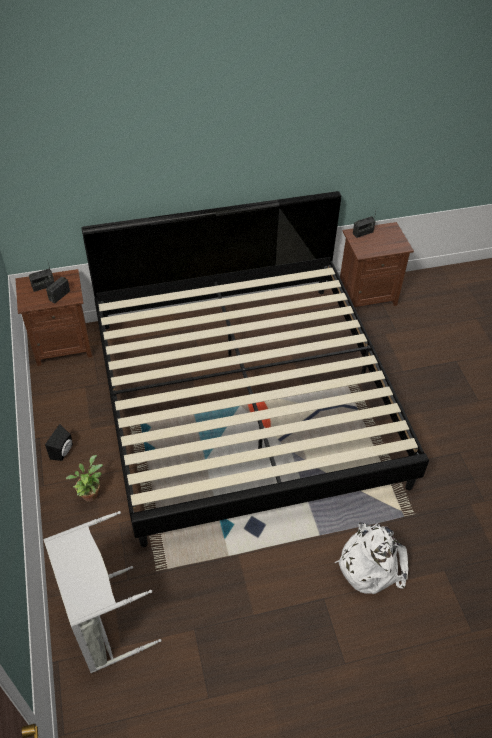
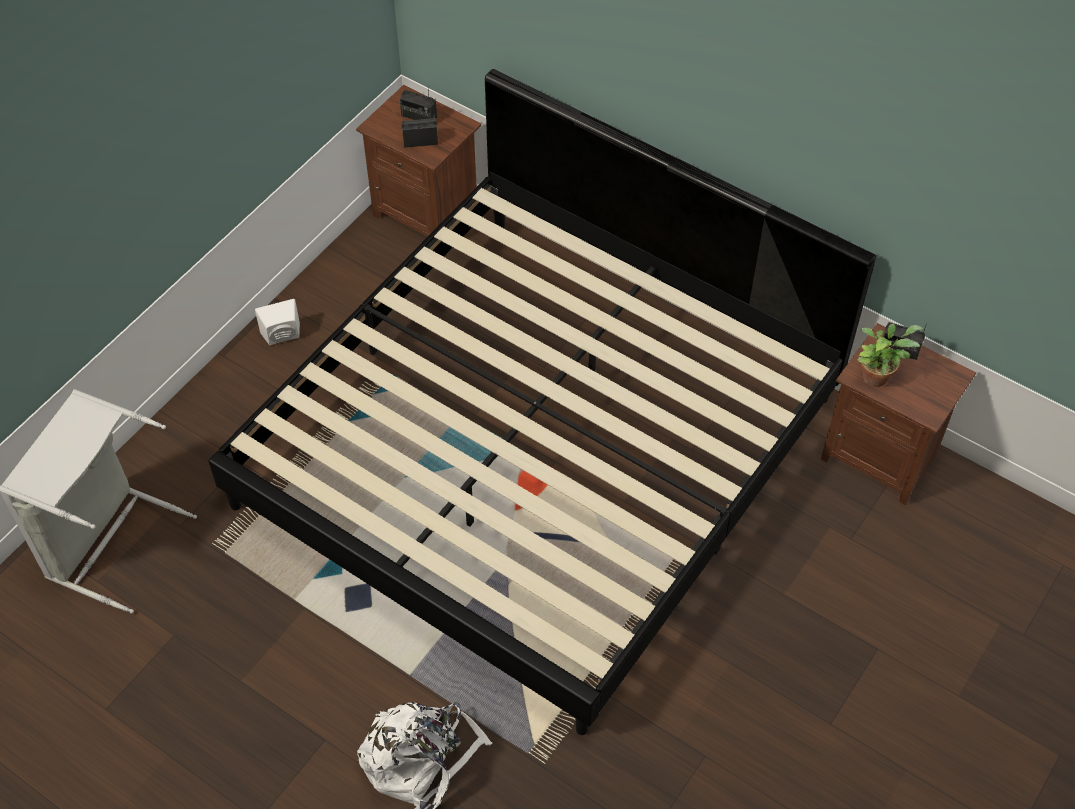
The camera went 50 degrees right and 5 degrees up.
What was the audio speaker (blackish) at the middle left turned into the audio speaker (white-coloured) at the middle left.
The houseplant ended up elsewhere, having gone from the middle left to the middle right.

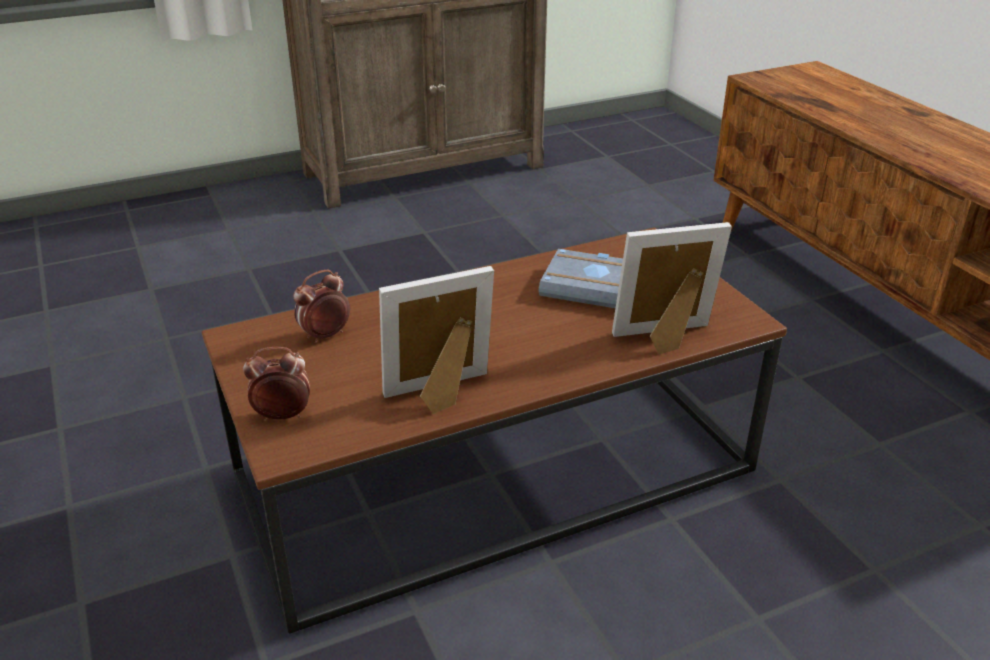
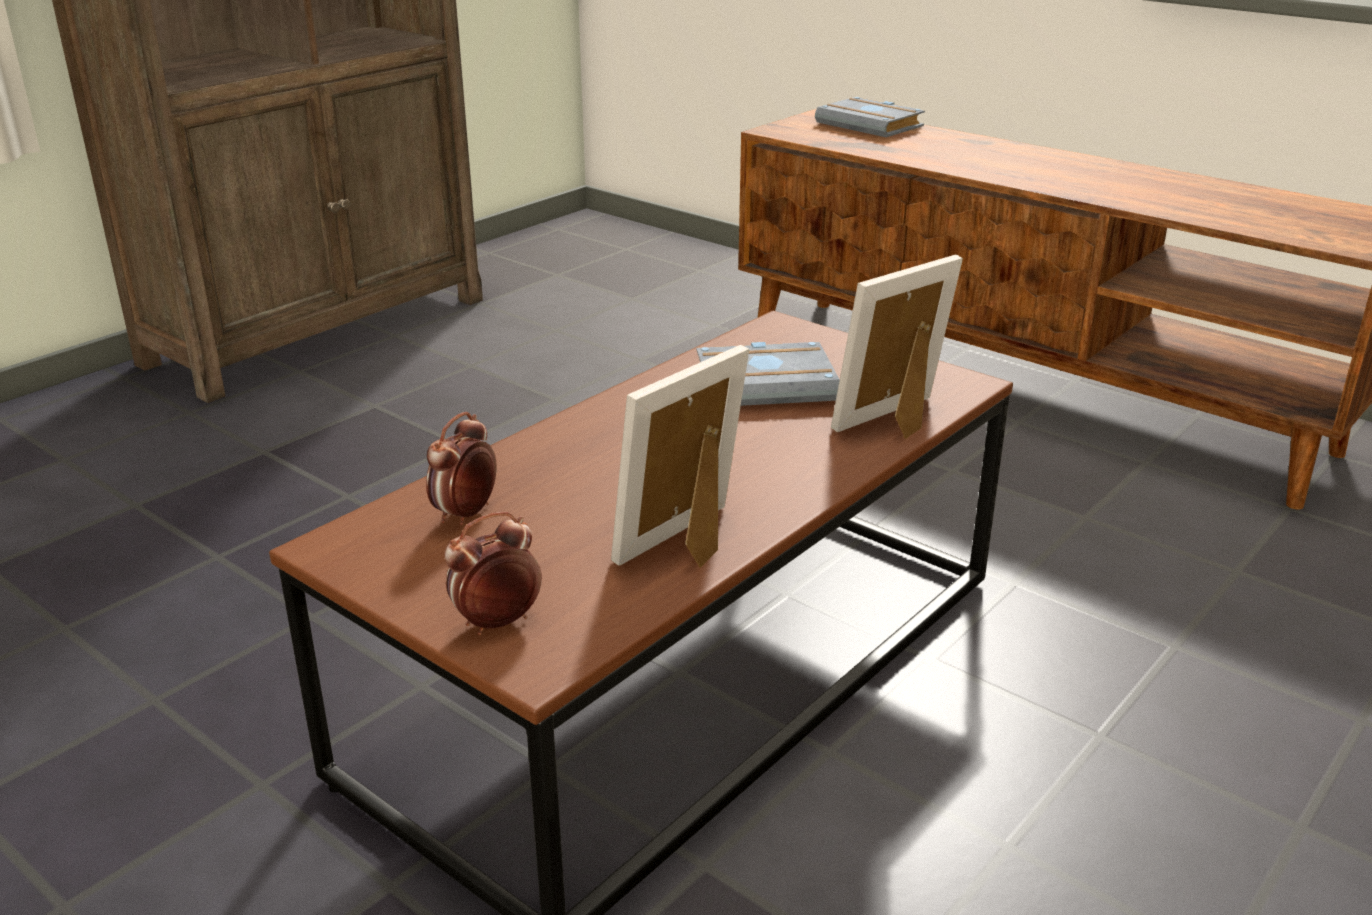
The camera went 25 degrees left and 5 degrees down.
The second view gained the book (greyish) (no. 2 from left) at the top centre.

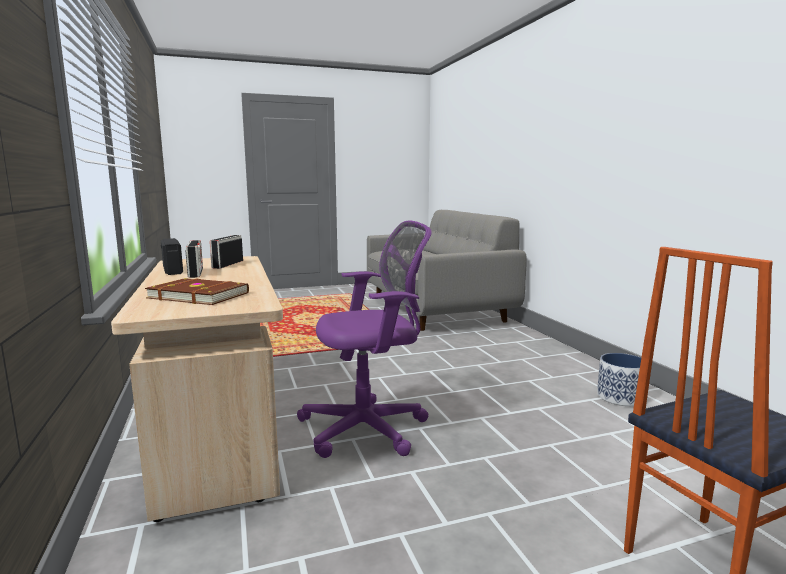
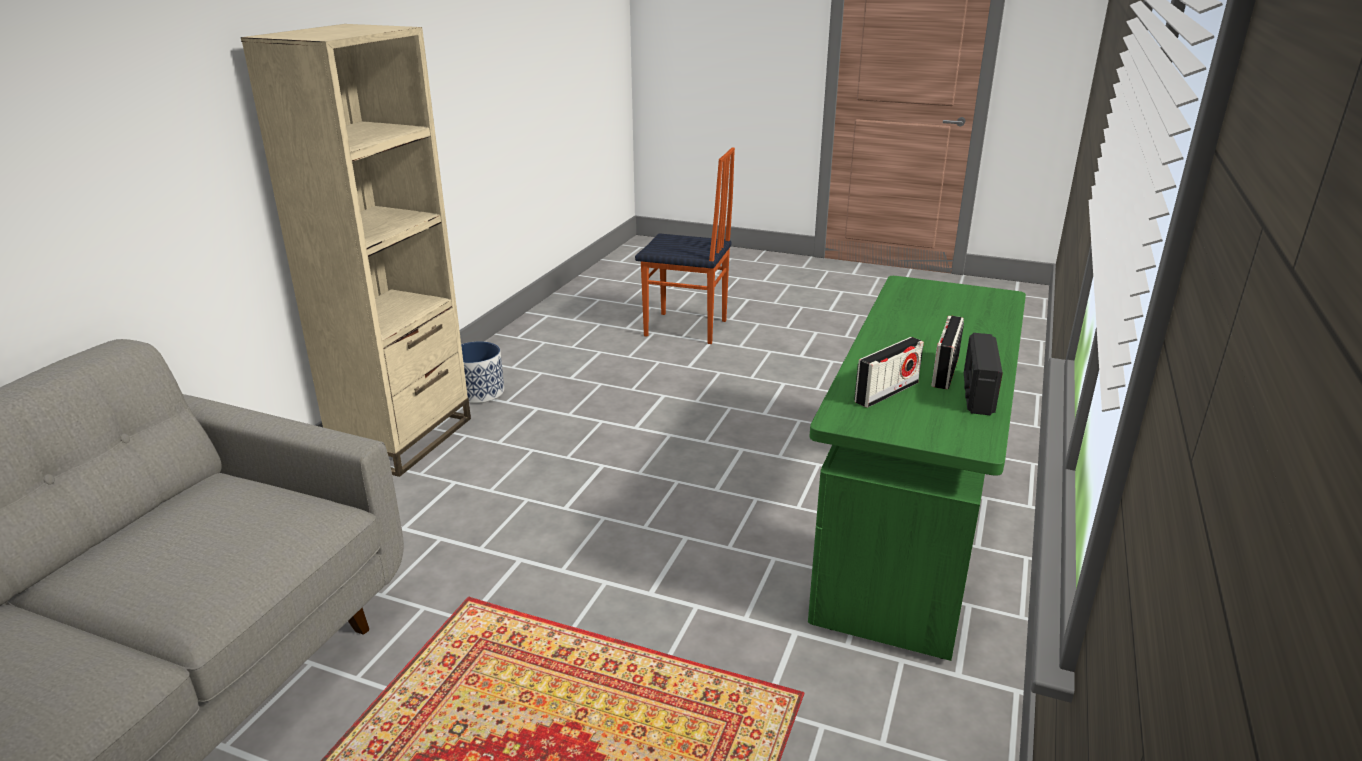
The camera went 140 degrees left and 15 degrees up.
The second view lost the office chair (purple) at the centre.
What was the desk unit (beige) at the bottom left turned into the desk unit (green-coloured) at the middle right.
The second view lost the book (brown) at the middle left.
The second view gained the bookshelf (beige) at the top left.

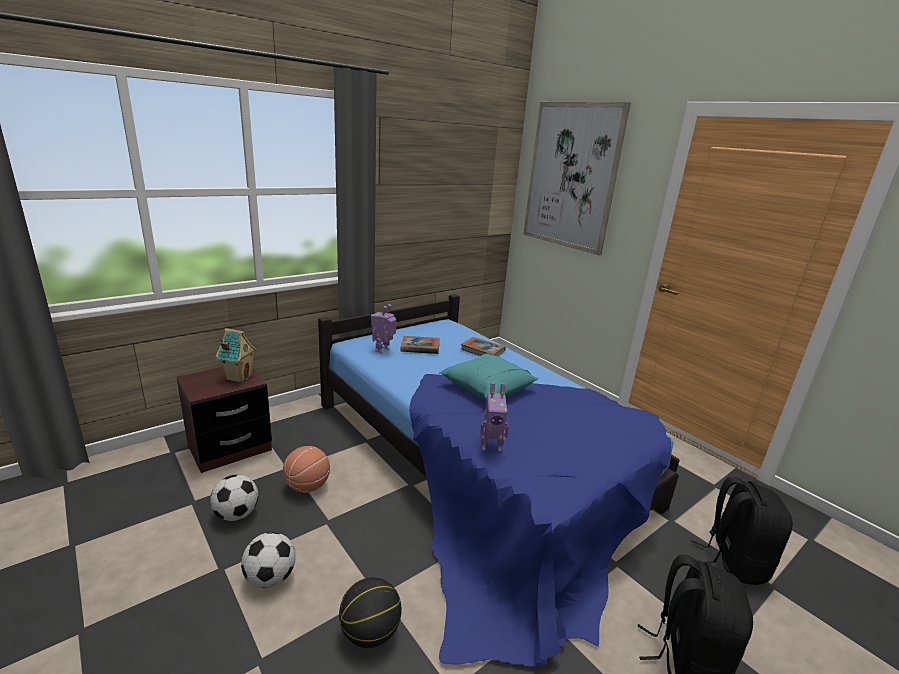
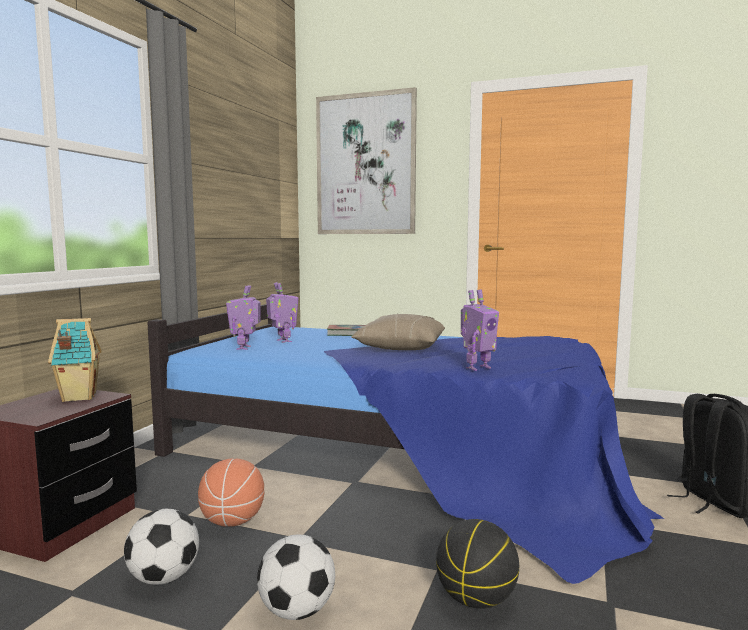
The camera went 30 degrees left and 15 degrees down.
Where the book (no. 1 from left) stood at the centre, the model robot (no. 2 from left) came to stand at the centre.
What was the throw pillow (blue-green) at the centre turned into the throw pillow (beige) at the centre.
The second view lost the backpack (blackish) (no. 2 from left) at the bottom right.

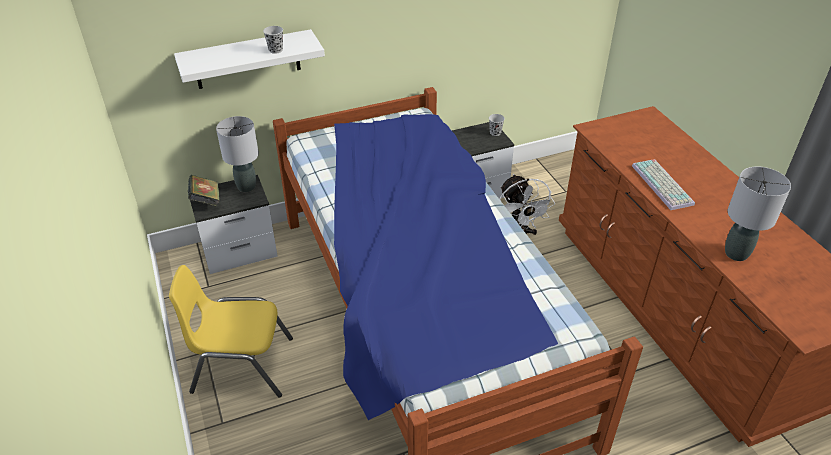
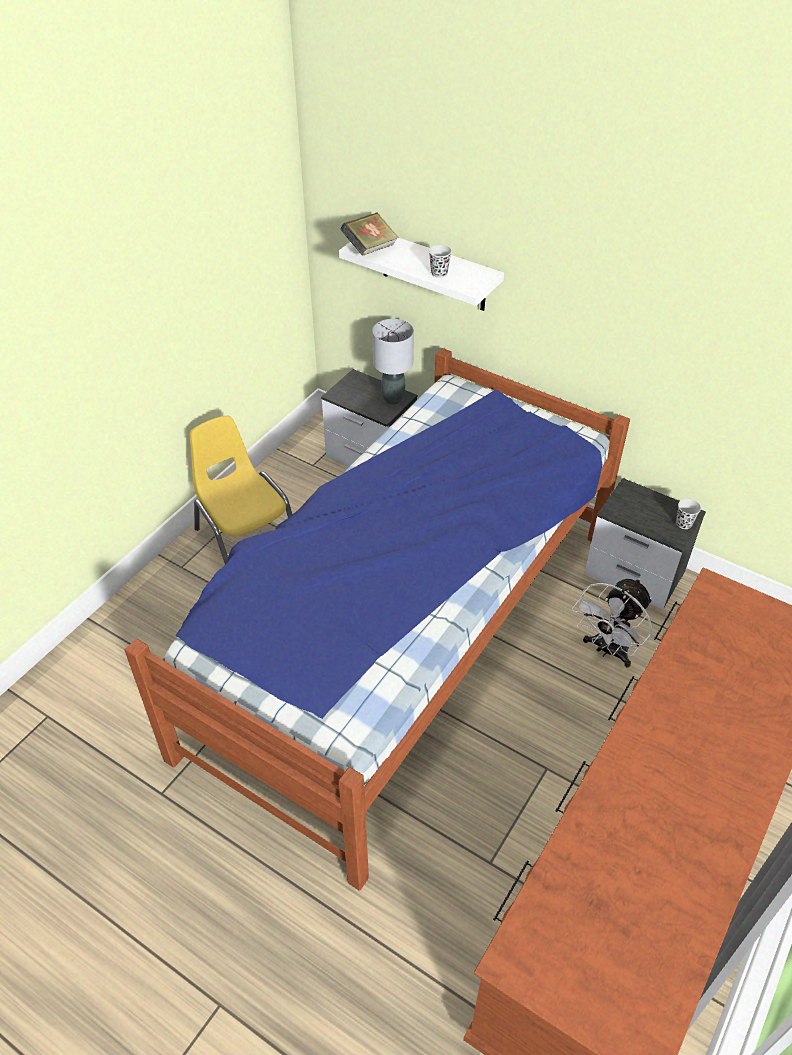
The camera went 55 degrees right and 5 degrees up.
The second view lost the PC keyboard at the middle right.
The second view lost the tabletop lamp (greyish) (no. 2 from left) at the middle right.
The book ended up elsewhere, having gone from the middle left to the top centre.

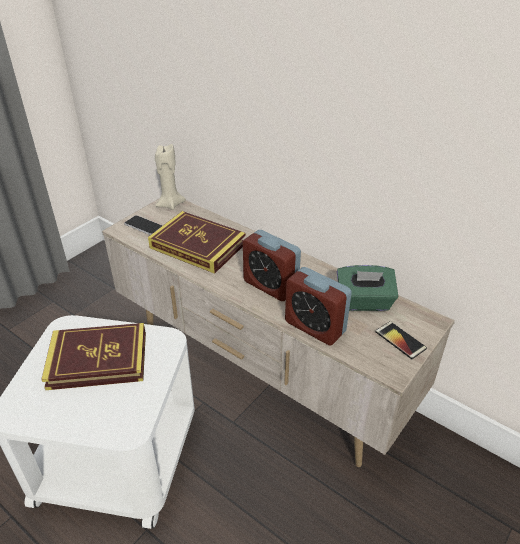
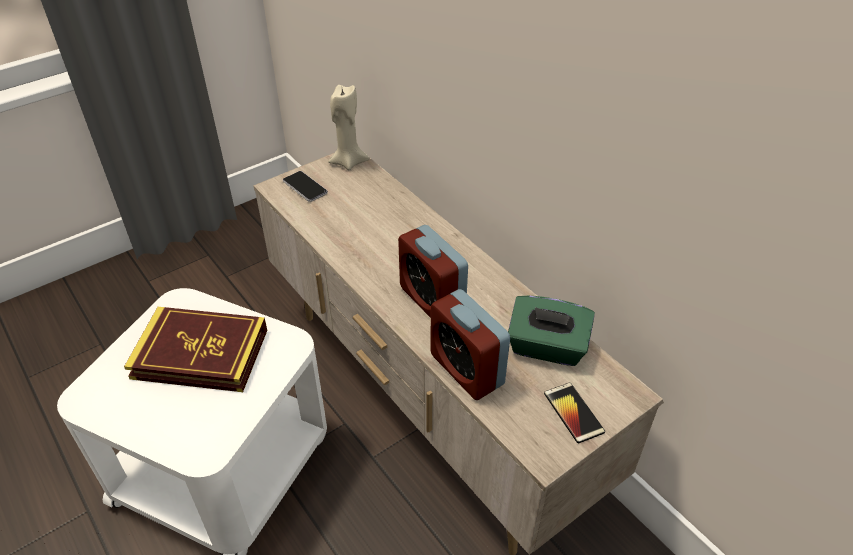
The camera went 15 degrees right and 5 degrees up.
The second view lost the book (no. 2 from left) at the centre.

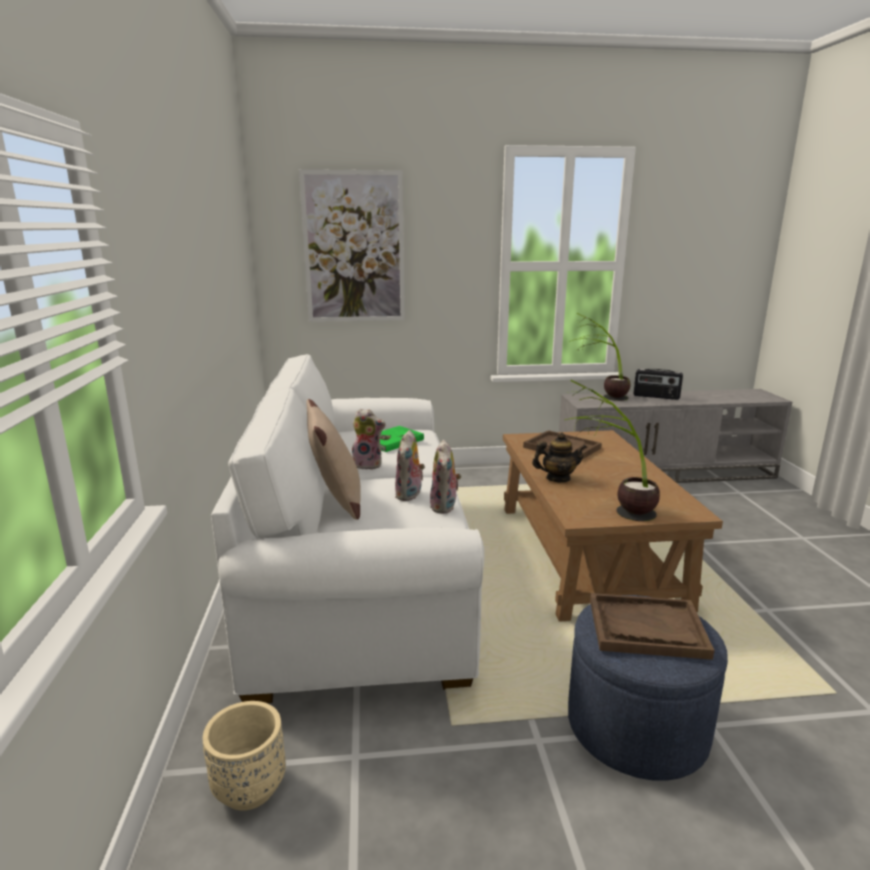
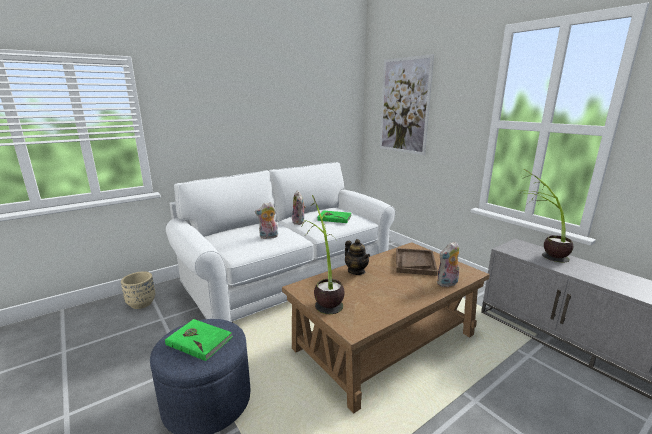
The camera went 60 degrees right and 0 degrees up.
The second view lost the radio receiver at the middle right.
The second view lost the throw pillow (beige) at the centre.
The cuddly toy (no. 3 from left) ended up elsewhere, having gone from the centre to the middle right.
Where the tray (brown) (no. 2 from left) stood at the bottom right, the book (green-coloured) (no. 1 from left) came to stand at the bottom left.

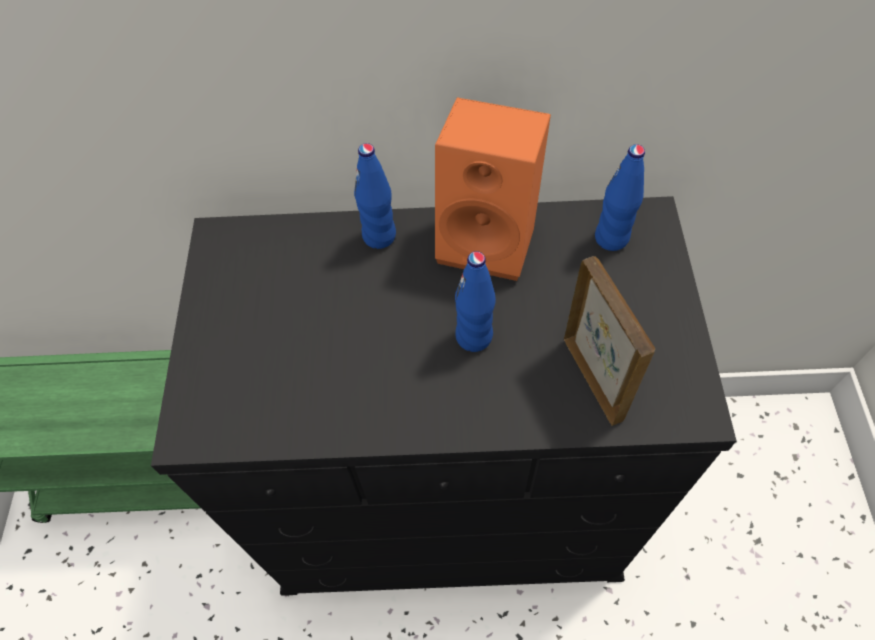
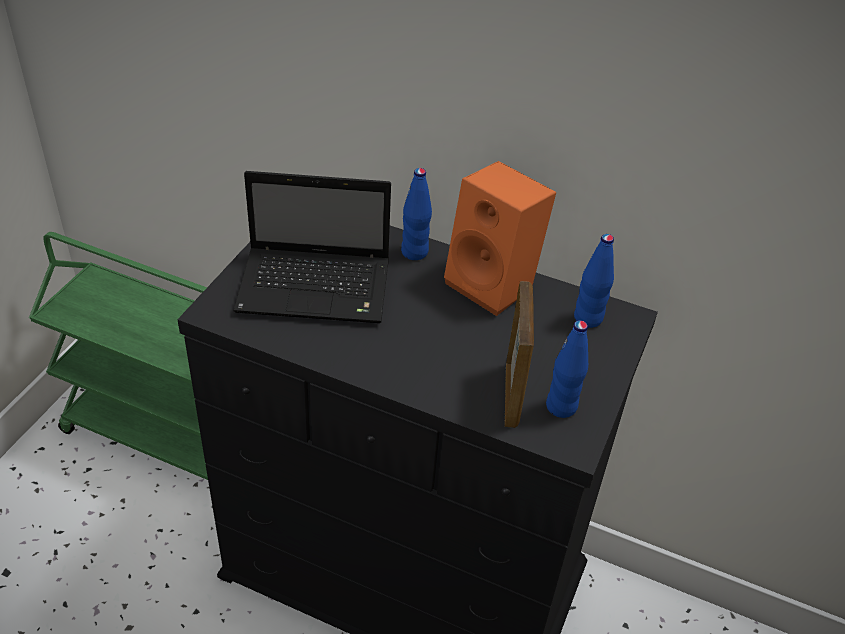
The camera went 20 degrees right and 15 degrees down.
The beverage bottle (blue) (no. 2 from left) ended up elsewhere, having gone from the centre to the middle right.
The second view gained the portable computer at the centre.

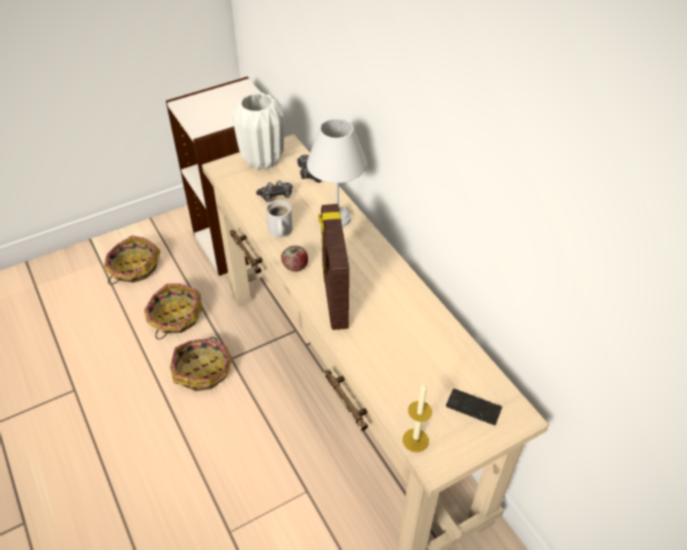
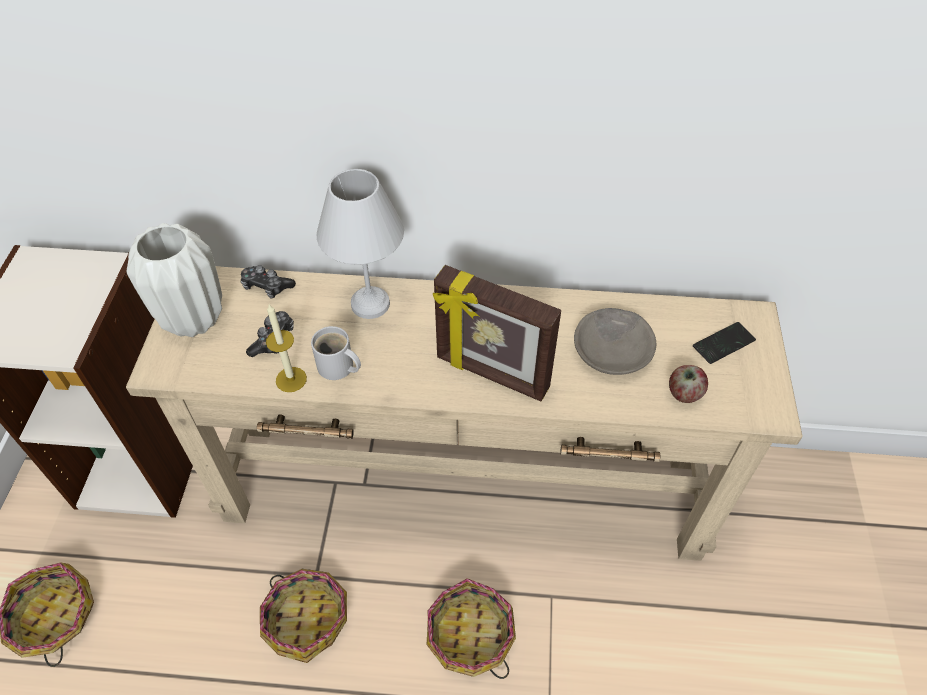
The camera went 55 degrees left and 5 degrees up.
The apple ended up elsewhere, having gone from the centre to the middle right.
The storage basket (no. 2 from left in the first image) ended up elsewhere, having gone from the middle left to the bottom centre.
The candle ended up elsewhere, having gone from the bottom centre to the middle left.
The second view gained the deep dish (greyish) at the centre.

